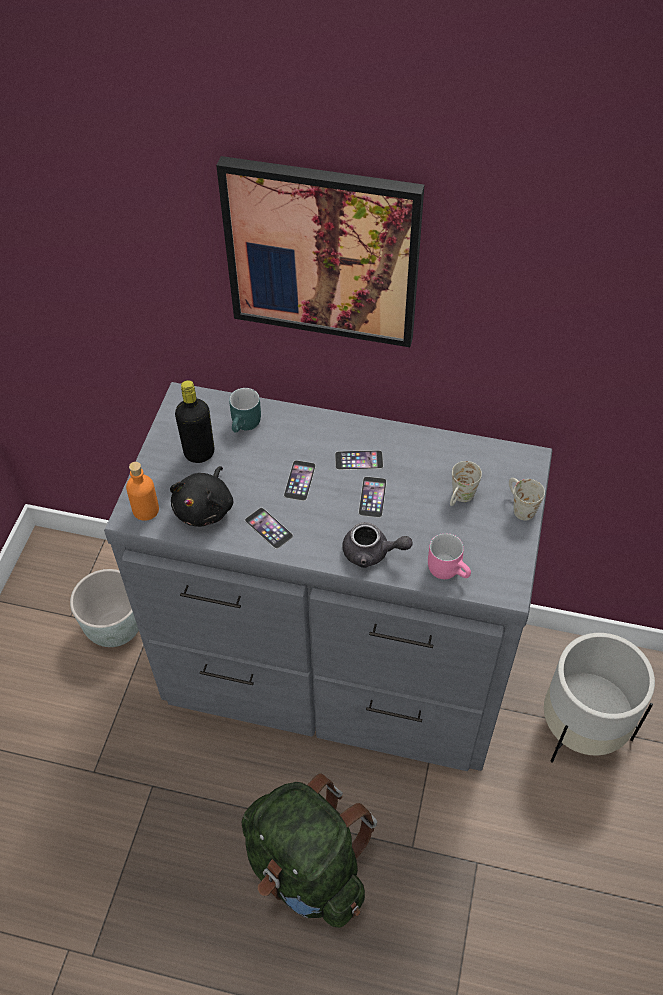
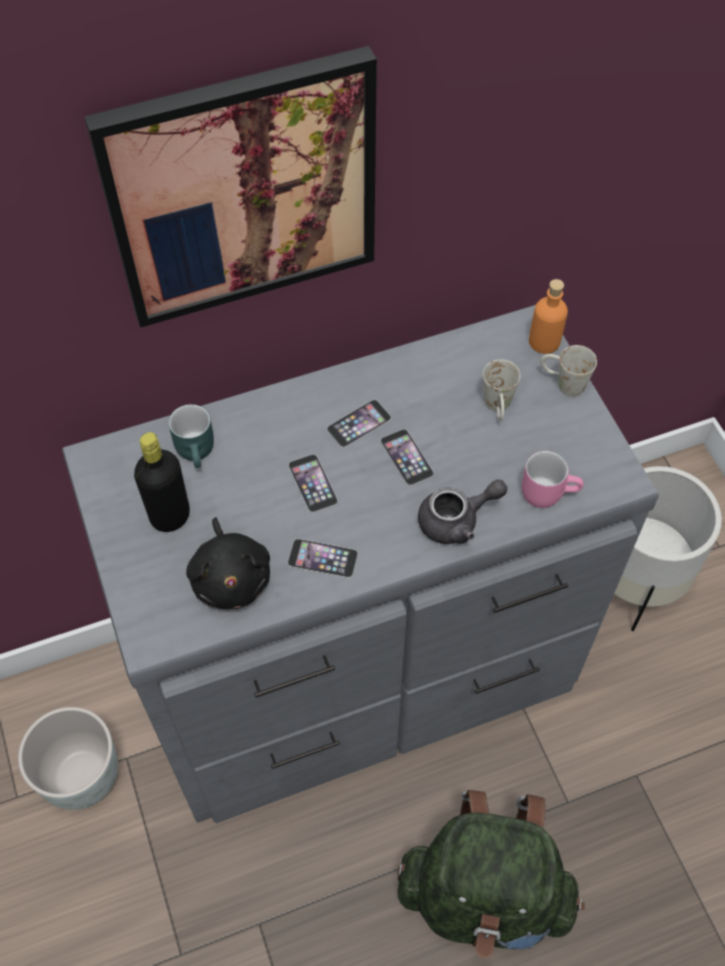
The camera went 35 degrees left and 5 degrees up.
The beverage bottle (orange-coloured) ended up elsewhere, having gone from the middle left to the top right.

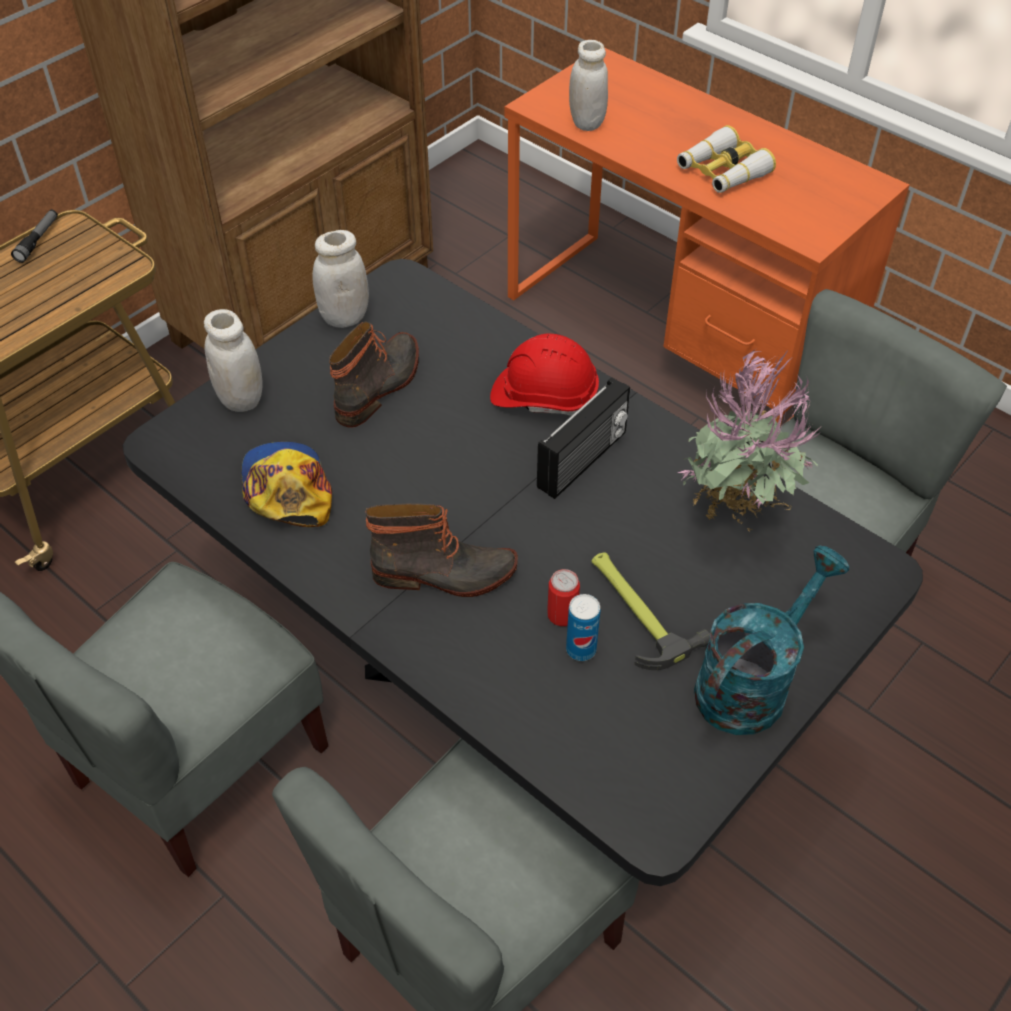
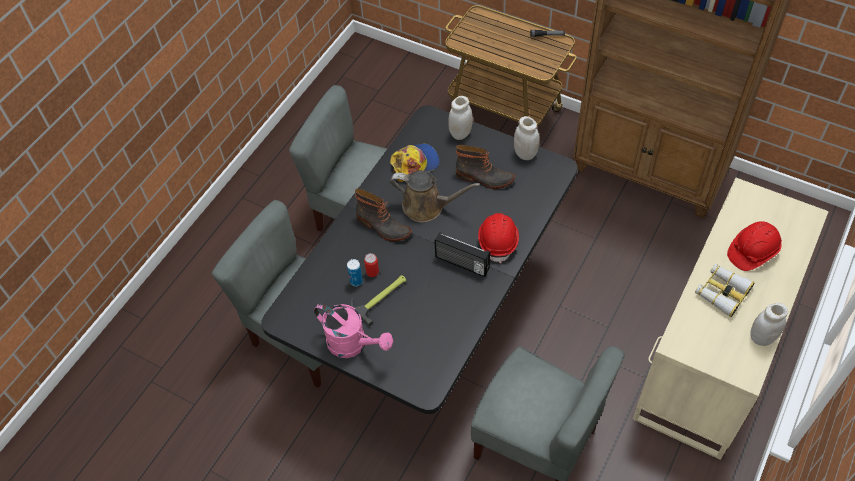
The camera went 80 degrees right and 5 degrees up.
The preserve jar (white-coloured) (no. 3 from left) ended up elsewhere, having gone from the top centre to the bottom right.
What was the desk unit (orange-coloured) at the top right turned into the desk unit (beige) at the middle right.
The second view lost the houseplant at the middle right.
The tall boot (no. 2 from left in the first image) at the centre ended up facing another way, 45 degrees counterclockwise from before.
What was the watering can (blue-green) at the middle right turned into the watering can (pinkish) at the bottom centre.
The second view gained the watering can (brown) at the centre.
The second view gained the work helmet (red) (no. 2 from left) at the middle right.

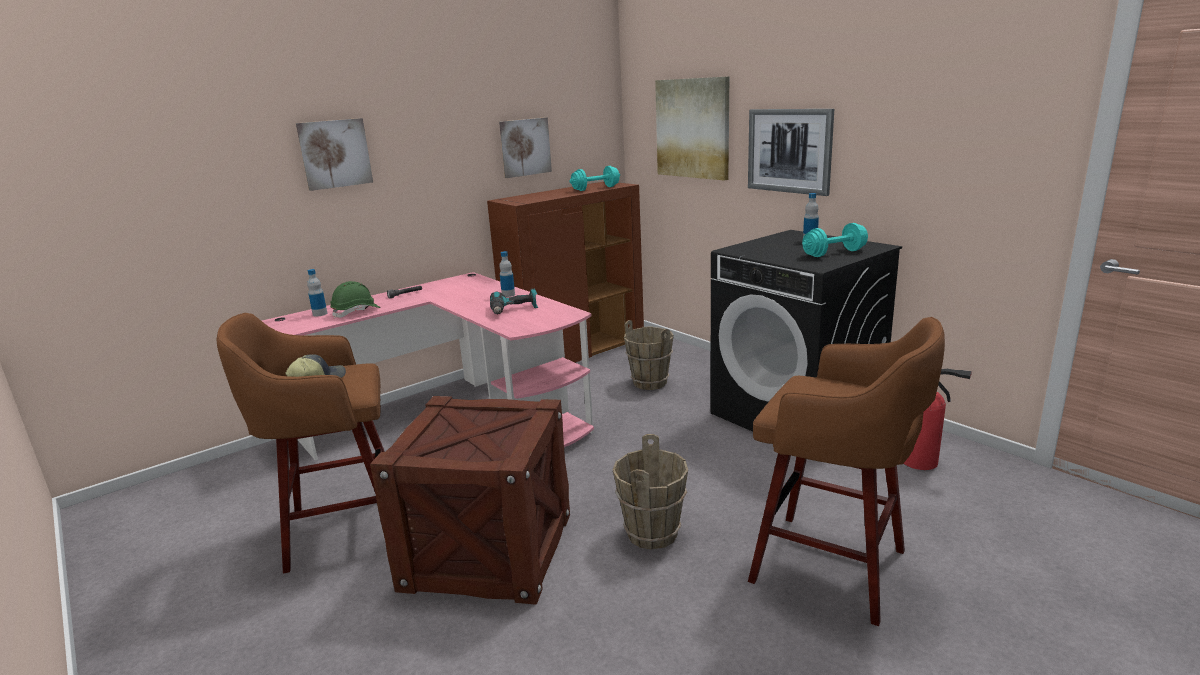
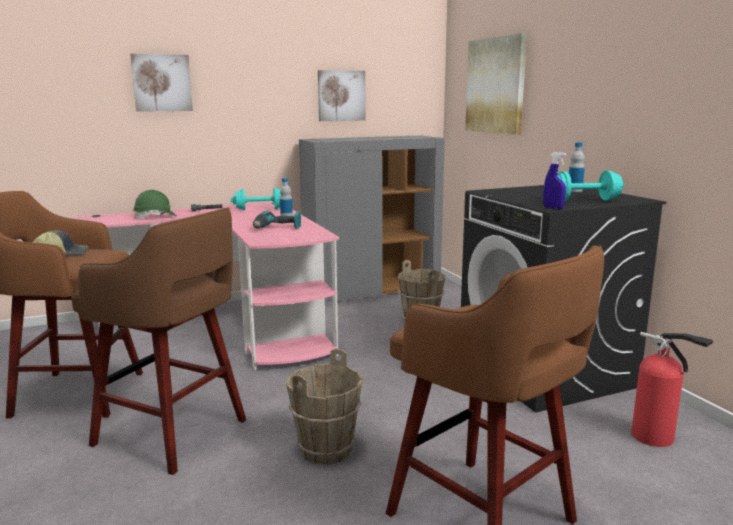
The camera went 15 degrees right and 5 degrees down.
The second view lost the wall picture (no. 4 from left) at the top centre.
The hand weight (blue-green) (no. 1 from left) ended up elsewhere, having gone from the top centre to the centre.
What was the cupboard (brown) at the centre turned into the cupboard (greyish) at the centre.
The second view lost the beverage bottle (no. 1 from left) at the middle left.
Where the crate stood at the bottom centre, the stool seat (brown) (no. 2 from left) came to stand at the middle left.
The second view gained the spray bottle (blue) at the middle right.

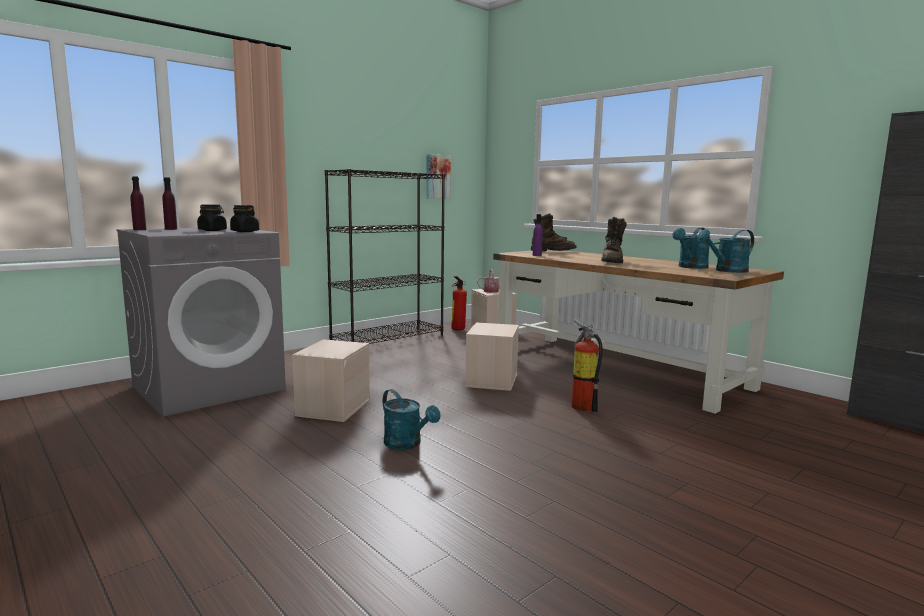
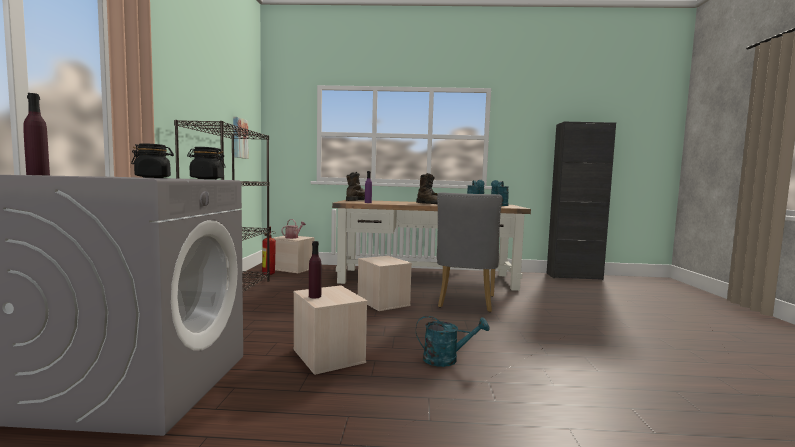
The camera went 45 degrees left and 5 degrees down.
The beverage bottle (purple) (no. 2 from left) ended up elsewhere, having gone from the top left to the centre.
Where the extinguisher (no. 2 from left) stood at the centre, the upright chair (greyish) came to stand at the centre.

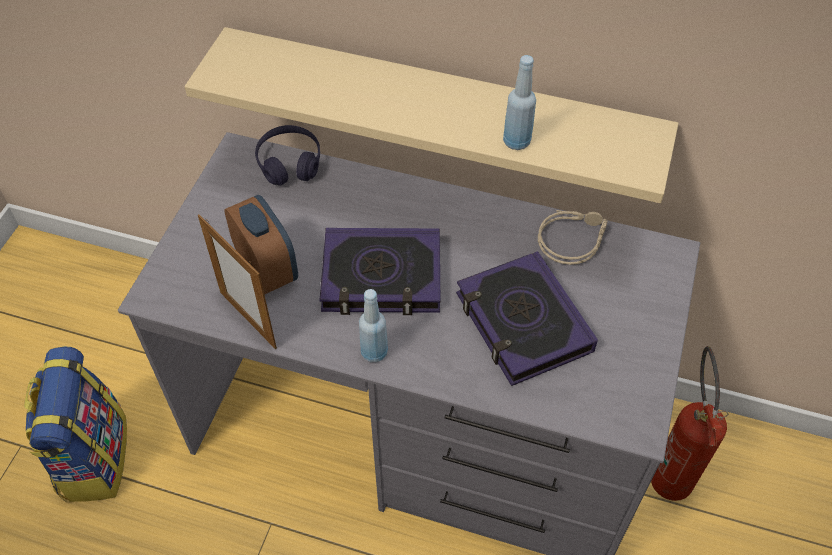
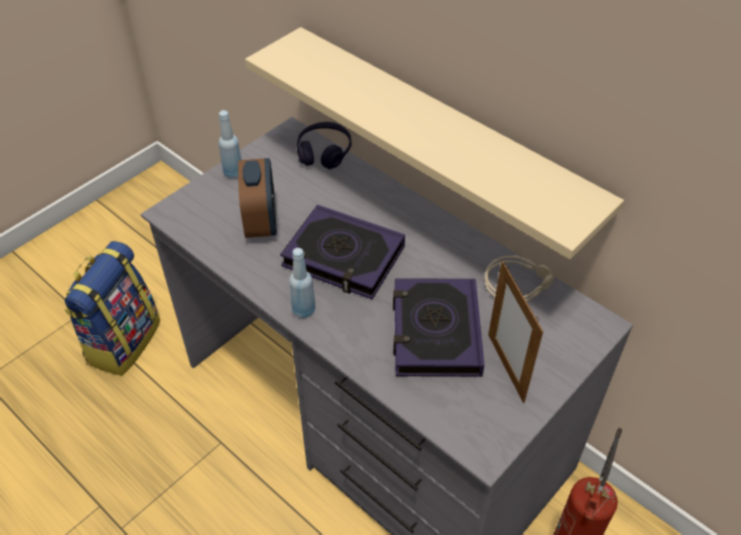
The camera went 25 degrees right and 5 degrees down.
The beverage bottle (blue) (no. 2 from left in the first image) ended up elsewhere, having gone from the top centre to the top left.
The standing frame ended up elsewhere, having gone from the middle left to the middle right.

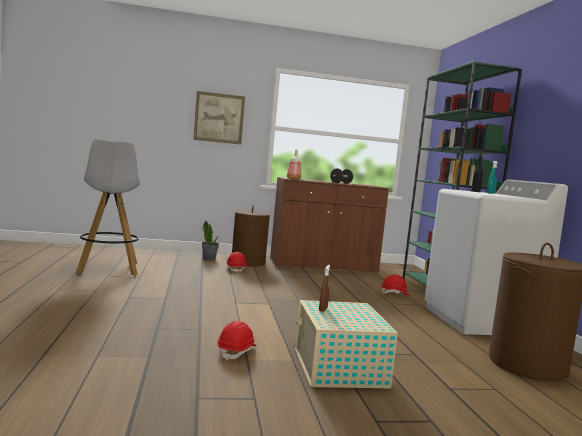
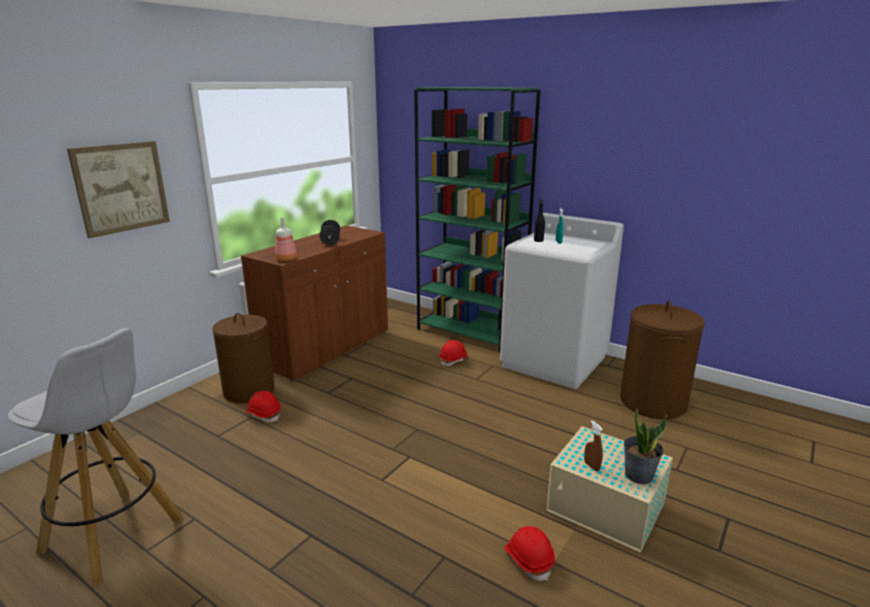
The camera went 45 degrees left and 15 degrees up.
The houseplant ended up elsewhere, having gone from the centre to the bottom right.

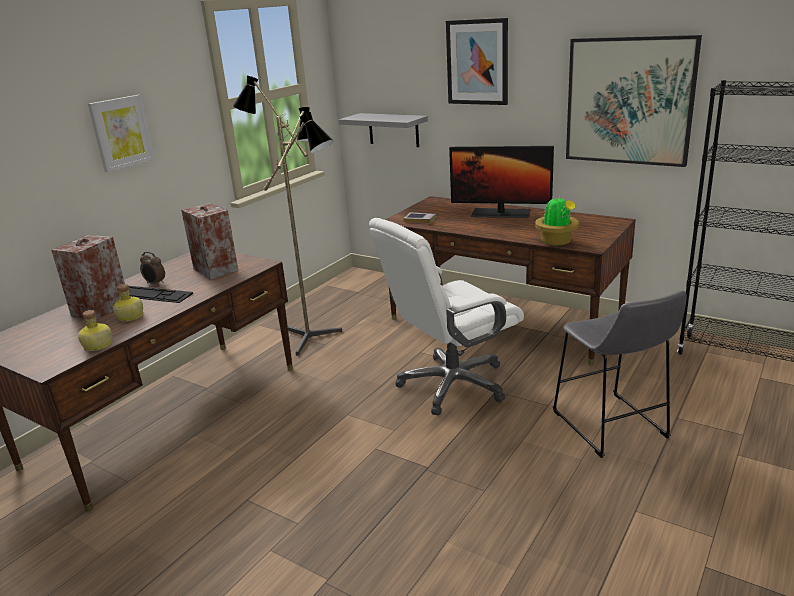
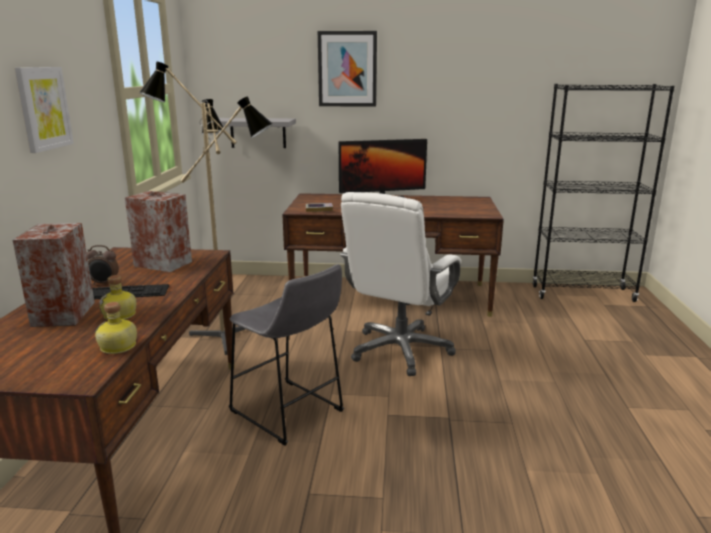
The camera went 30 degrees left and 5 degrees down.
The second view lost the wall picture (no. 3 from left) at the top right.
The second view lost the houseplant at the middle right.
The stool seat (greyish) ended up elsewhere, having gone from the middle right to the centre.

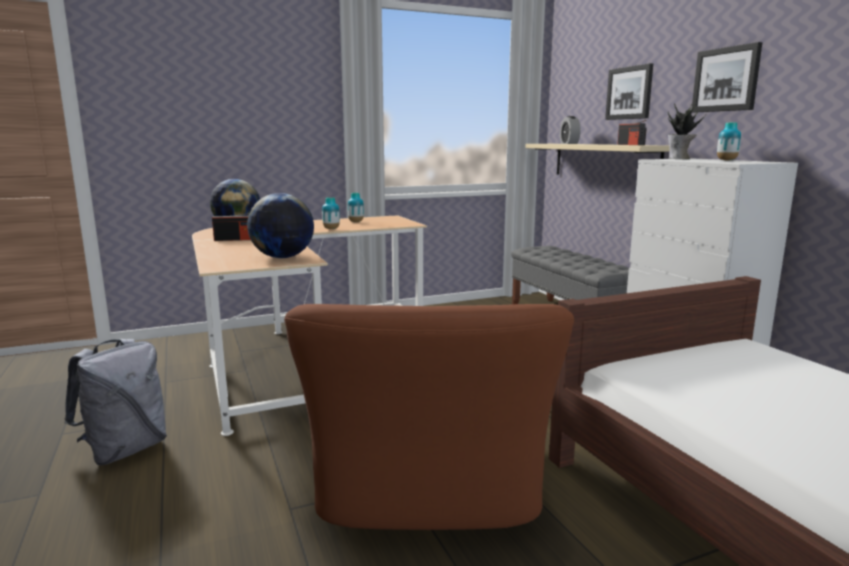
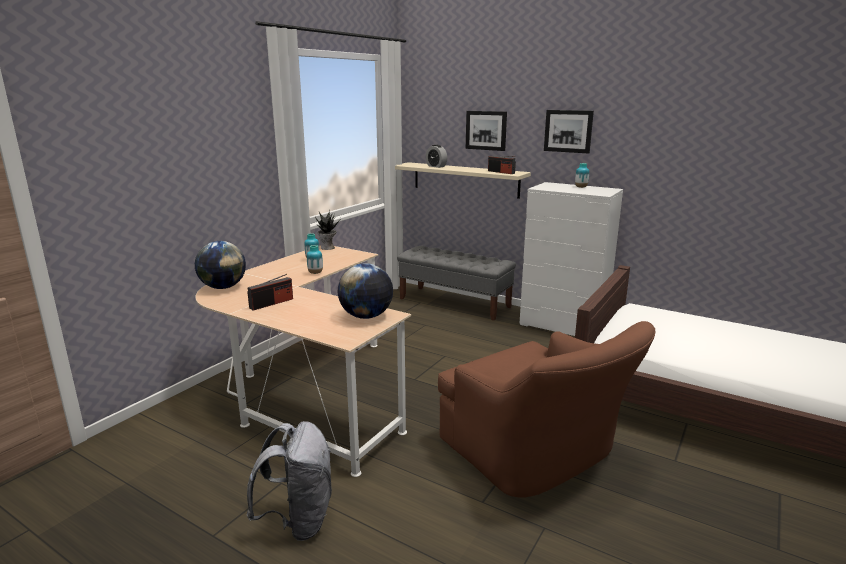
The camera went 35 degrees left and 5 degrees up.
The houseplant ended up elsewhere, having gone from the top right to the centre.

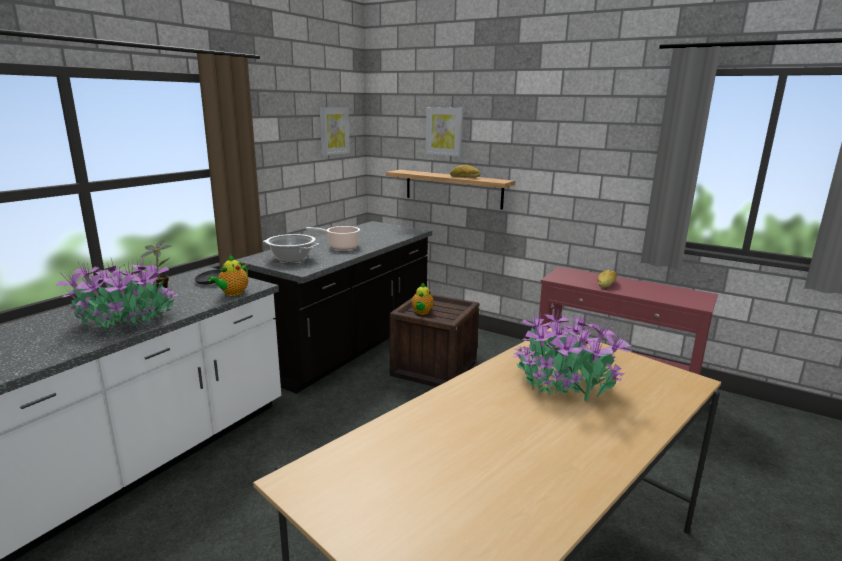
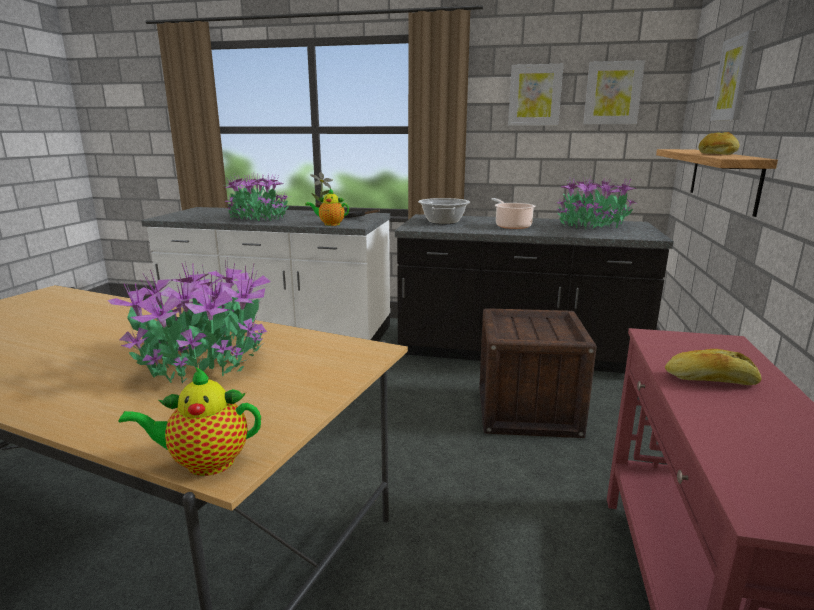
The camera went 70 degrees right and 0 degrees up.
The pot for tea (no. 2 from left in the first image) ended up elsewhere, having gone from the centre to the bottom left.
The second view gained the wall picture (no. 1 from left) at the top centre.
The second view gained the houseplant (no. 4 from left) at the middle right.

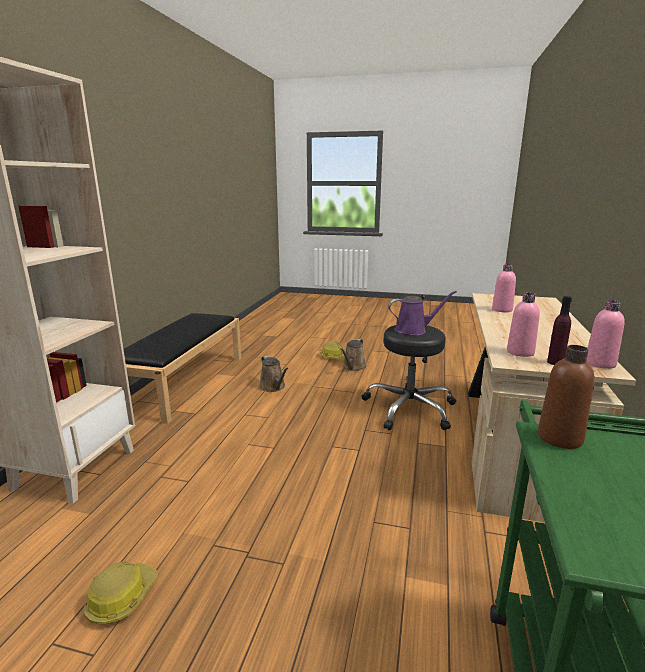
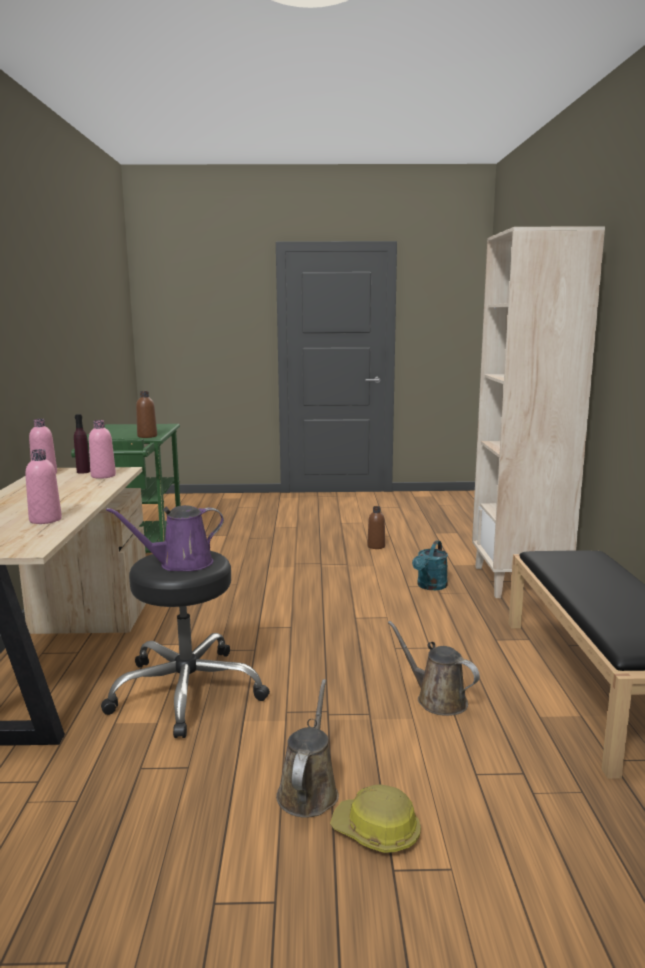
The camera went 165 degrees right and 5 degrees down.
Where the work helmet (no. 1 from left) stood at the bottom left, the beverage bottle (brown) (no. 2 from left) came to stand at the centre.
The second view gained the watering can (blue-green) at the middle right.

